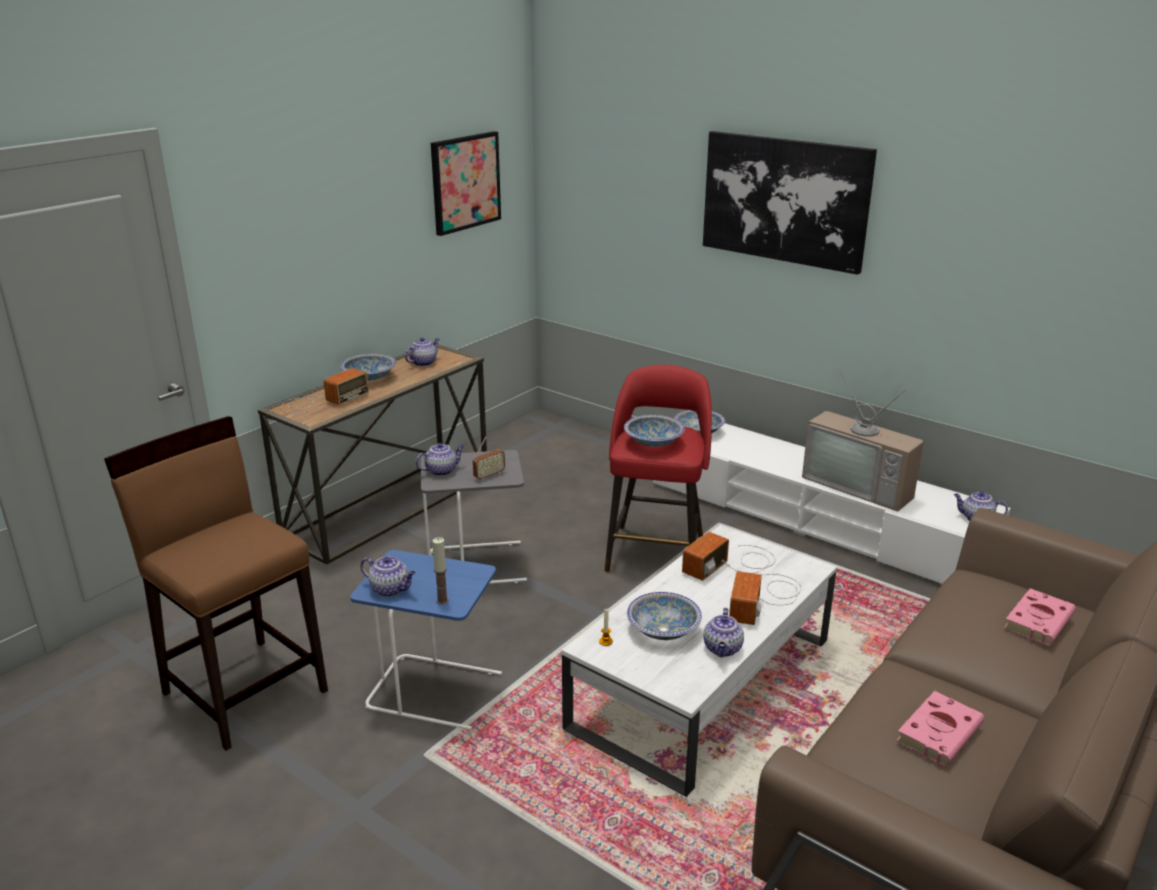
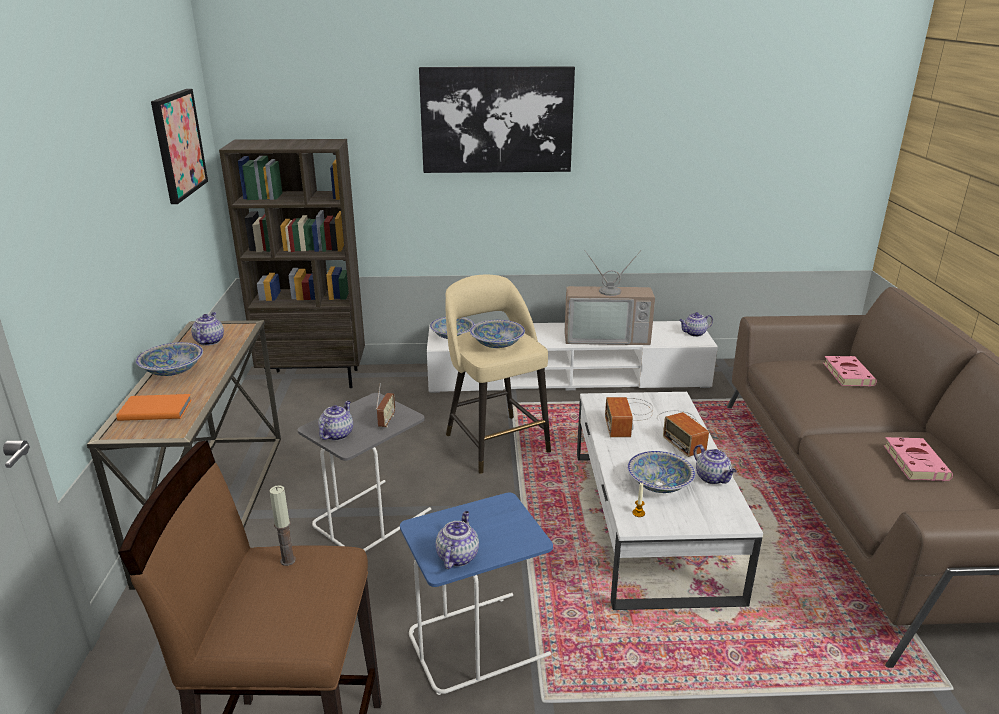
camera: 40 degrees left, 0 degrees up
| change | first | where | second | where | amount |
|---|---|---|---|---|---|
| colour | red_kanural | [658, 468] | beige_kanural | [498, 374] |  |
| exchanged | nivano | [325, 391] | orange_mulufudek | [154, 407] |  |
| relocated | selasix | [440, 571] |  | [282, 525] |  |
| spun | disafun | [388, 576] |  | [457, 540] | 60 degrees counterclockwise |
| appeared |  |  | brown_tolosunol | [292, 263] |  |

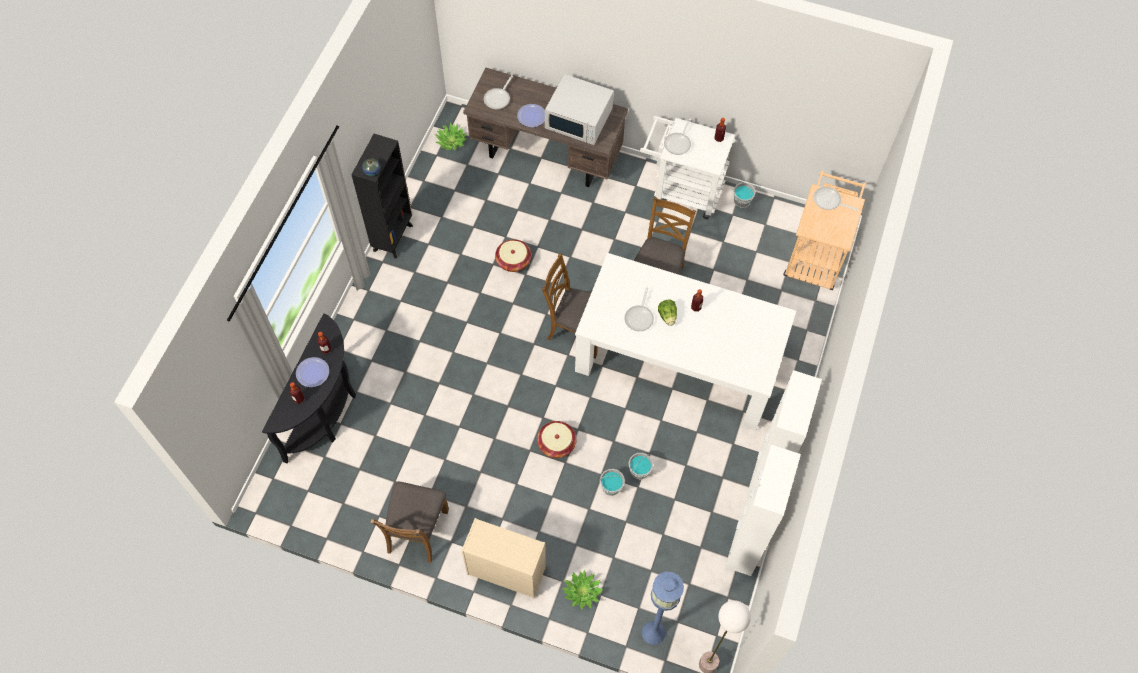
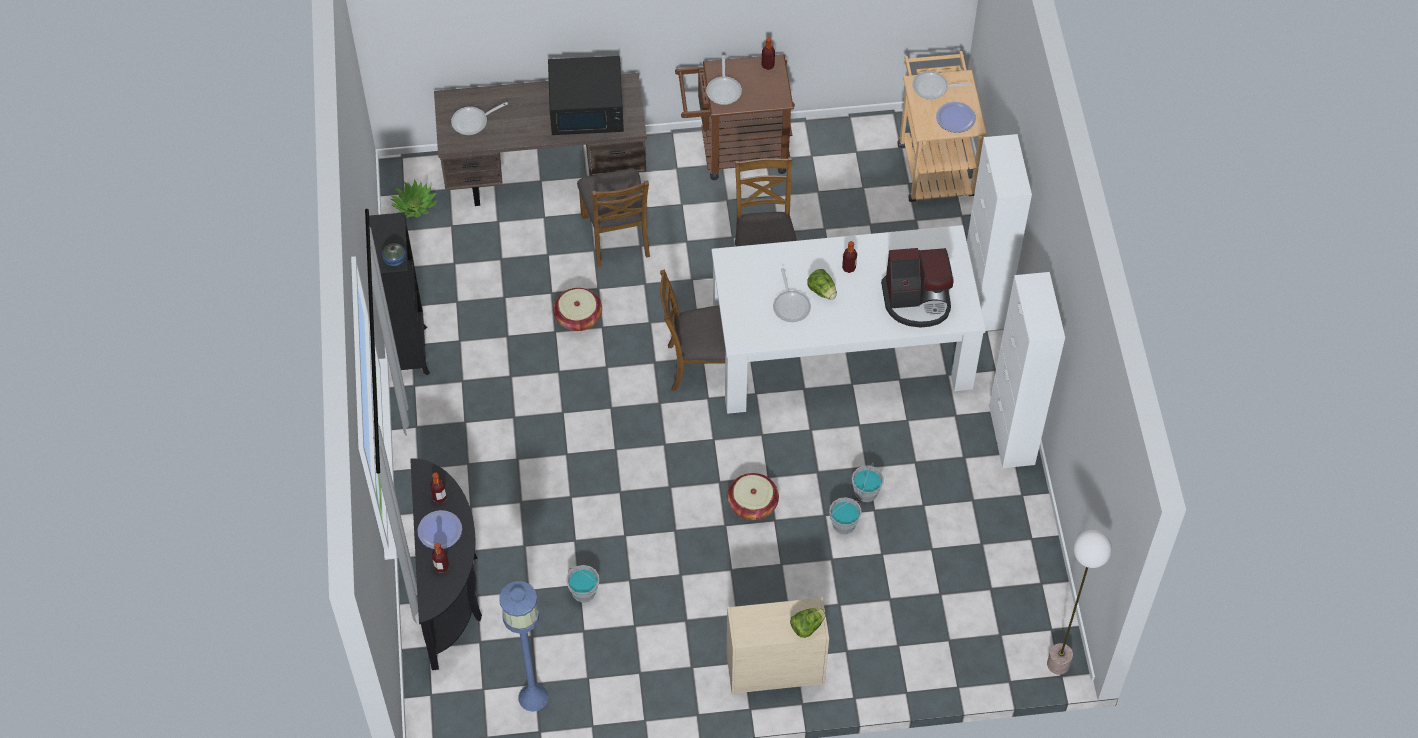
camera: 25 degrees left, 5 degrees down
| change | first | where | second | where | amount |
|---|---|---|---|---|---|
| colour | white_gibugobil | [579, 109] | black_gibugobil | [586, 95] |  |
| spun | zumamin | [498, 92] |  | [479, 118] | 60 degrees clockwise |
| relocated | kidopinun | [531, 115] |  | [956, 117] |  |
| colour | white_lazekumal | [687, 167] | brown_lazekumal | [735, 117] |  |
| relocated | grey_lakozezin | [744, 194] |  | [582, 583] |  |
| relocated | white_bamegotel | [763, 510] |  | [999, 232] |  |
| relocated | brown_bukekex | [409, 522] |  | [613, 218] |  |
| missing | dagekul | [582, 589] |  |  |  |
| relocated | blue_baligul | [663, 608] |  | [524, 646] |  |
| appeared |  |  | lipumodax | [917, 288] |  |
| appeared |  |  | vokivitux | [808, 623] |  |

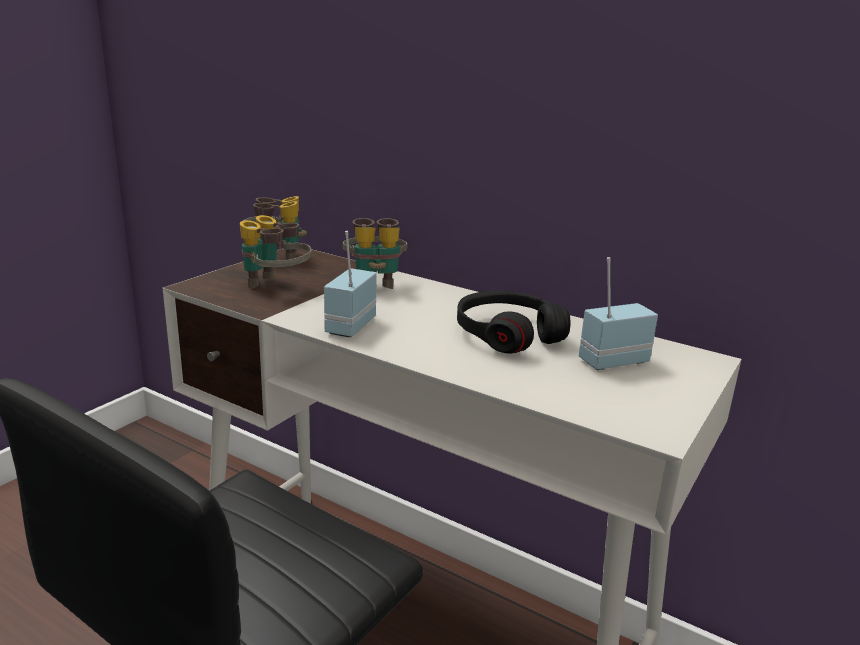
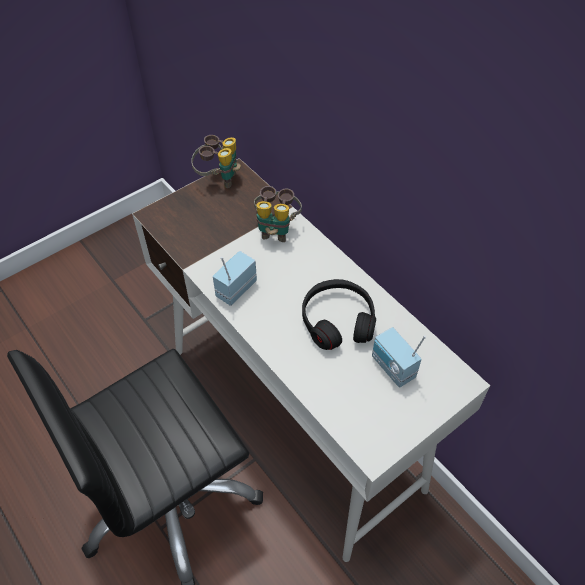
camera: 20 degrees right, 30 degrees up
| change | first | where | second | where | amount |
|---|---|---|---|---|---|
| missing | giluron | [276, 252] |  |  |  |
| spun | nivano | [618, 313] |  | [399, 357] | 120 degrees counterclockwise |

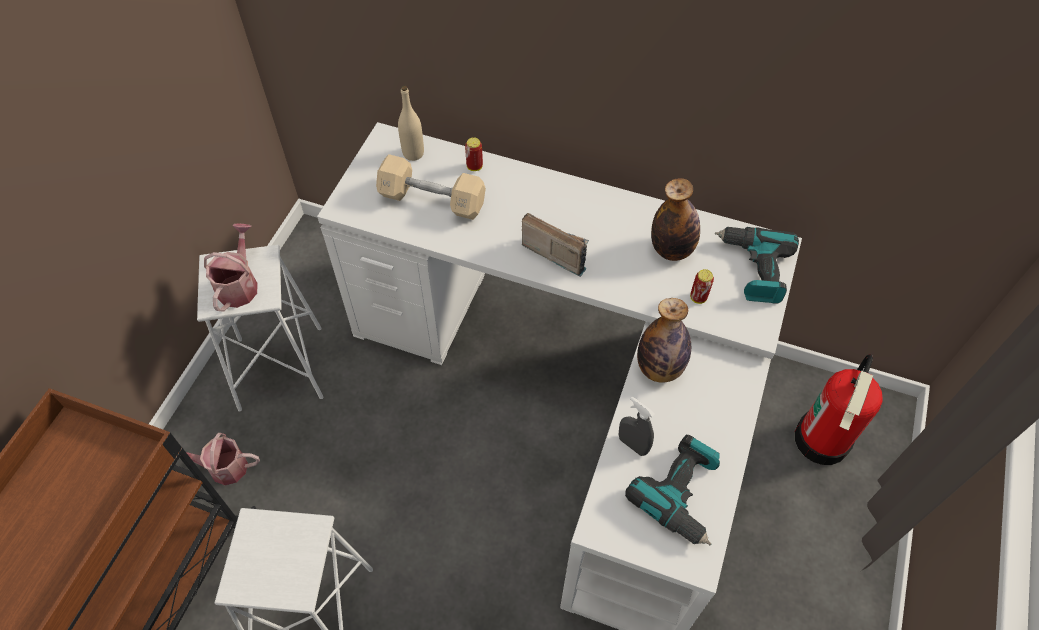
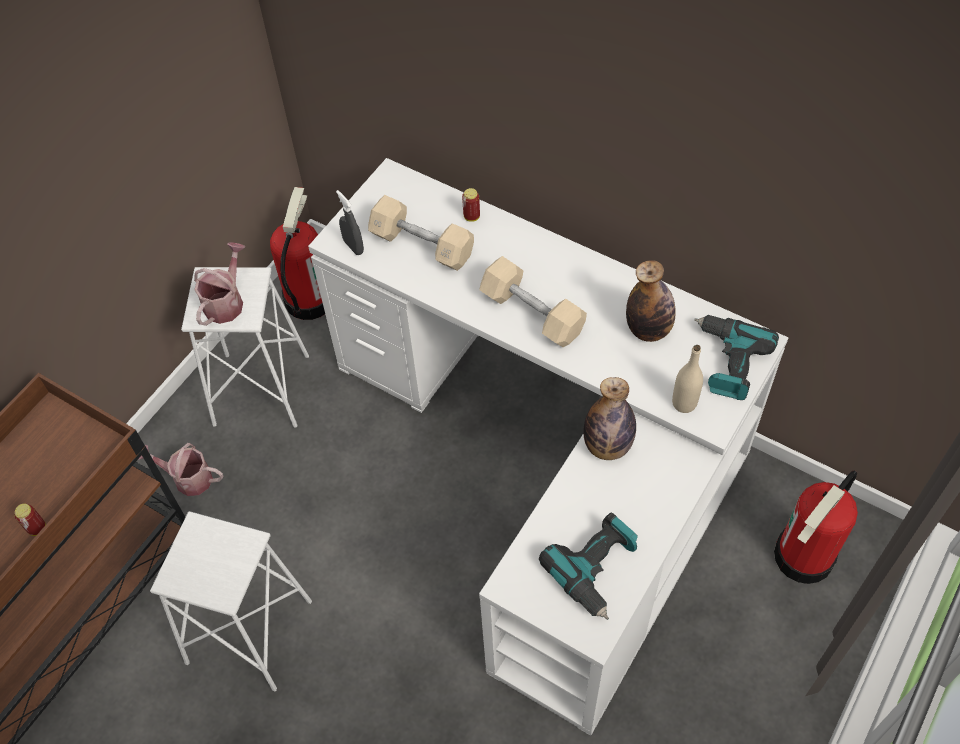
camera: 15 degrees right, 0 degrees up
| change | first | where | second | where | amount |
|---|---|---|---|---|---|
| relocated | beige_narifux | [411, 123] |  | [687, 379] |  |
| exchanged | nivano | [555, 245] | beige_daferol | [533, 301] |  |
| relocated | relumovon | [702, 286] |  | [30, 520] |  |
| relocated | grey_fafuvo | [636, 426] |  | [350, 222] |  |
| appeared |  |  | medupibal | [297, 253] |  |

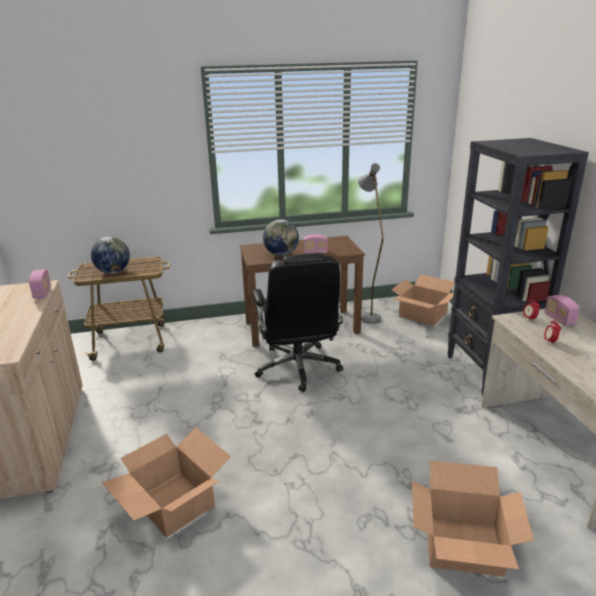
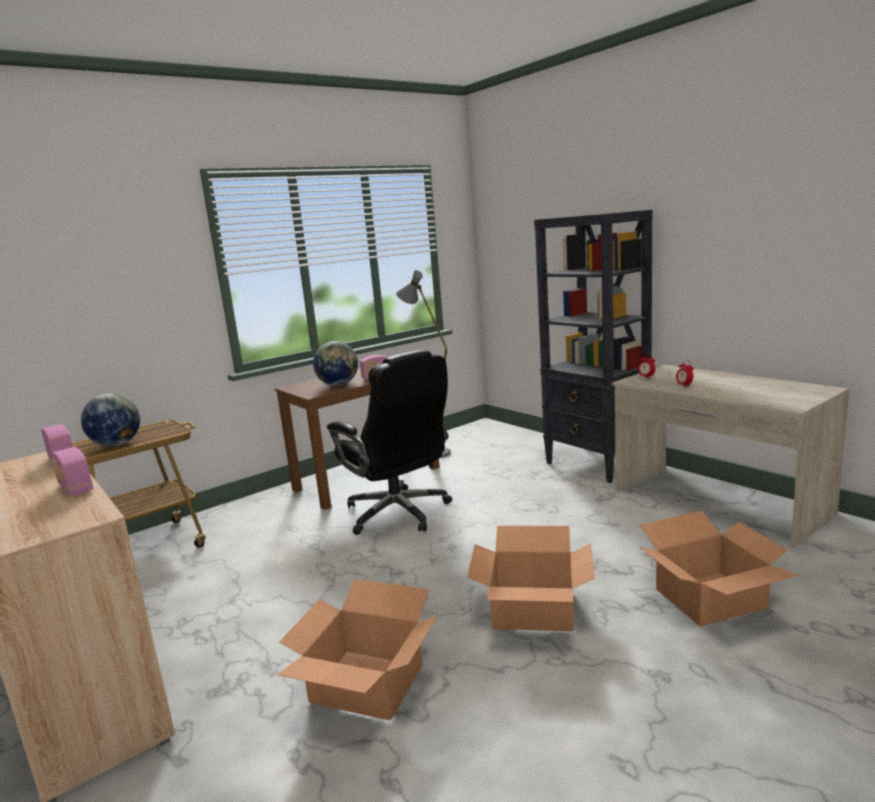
camera: 25 degrees left, 10 degrees down
| change | first | where | second | where | amount |
|---|---|---|---|---|---|
| relocated | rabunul | [423, 300] |  | [531, 579] |  |
| relocated | nivano | [562, 310] |  | [72, 471] |  |

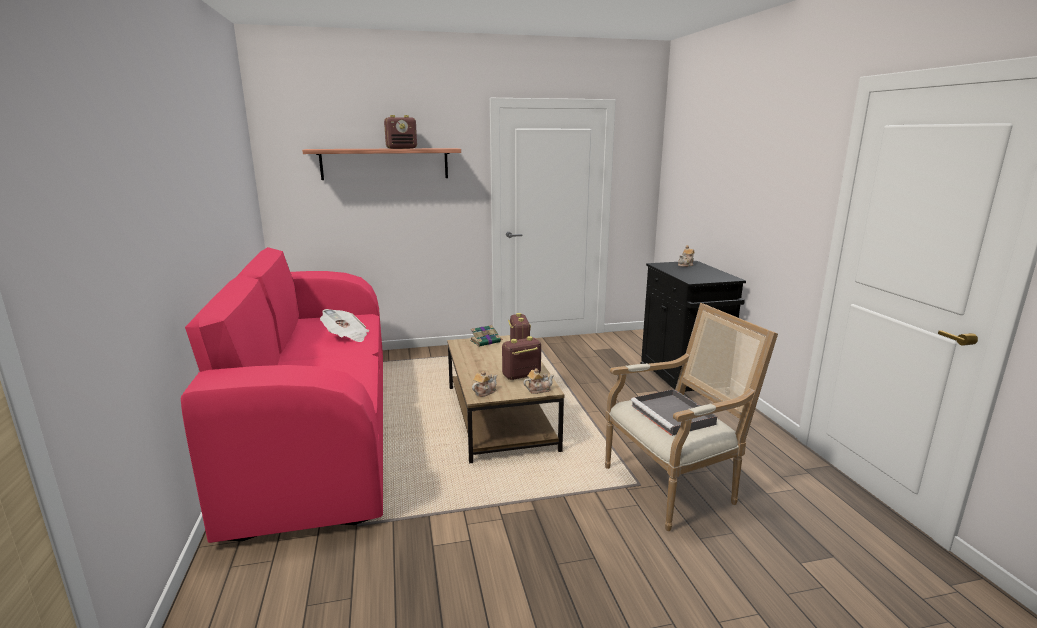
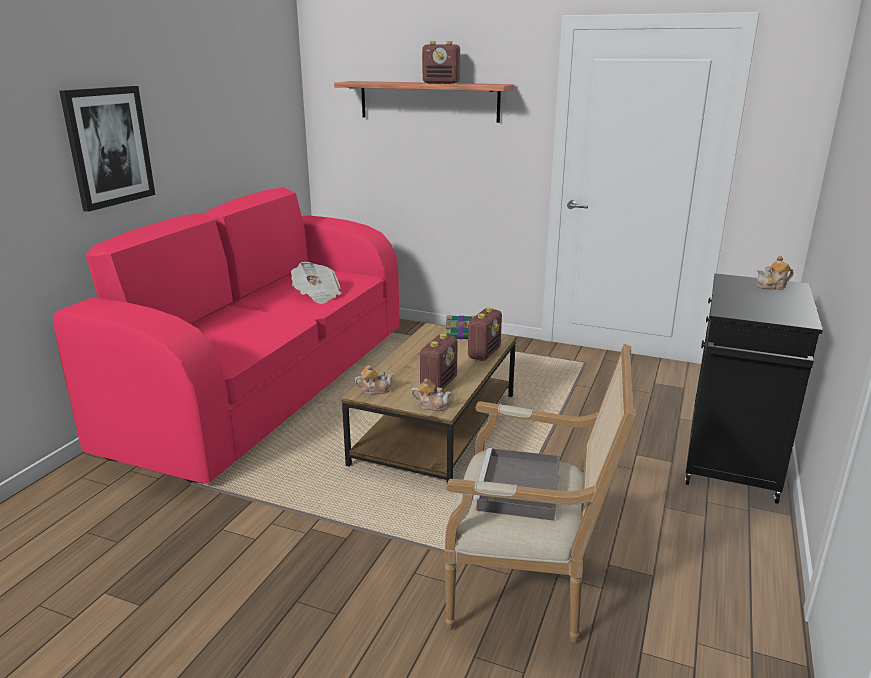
camera: 35 degrees right, 5 degrees up
| change | first | where | second | where | amount |
|---|---|---|---|---|---|
| spun | nivano | [521, 358] |  | [438, 363] | 105 degrees clockwise |
| appeared |  |  | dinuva | [107, 149] |  |

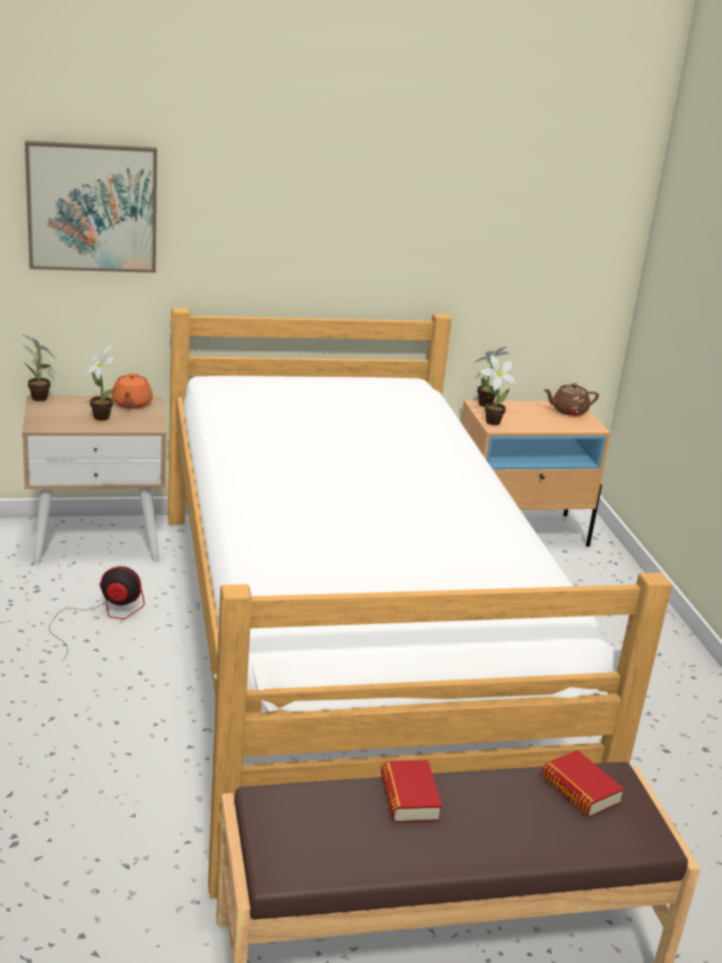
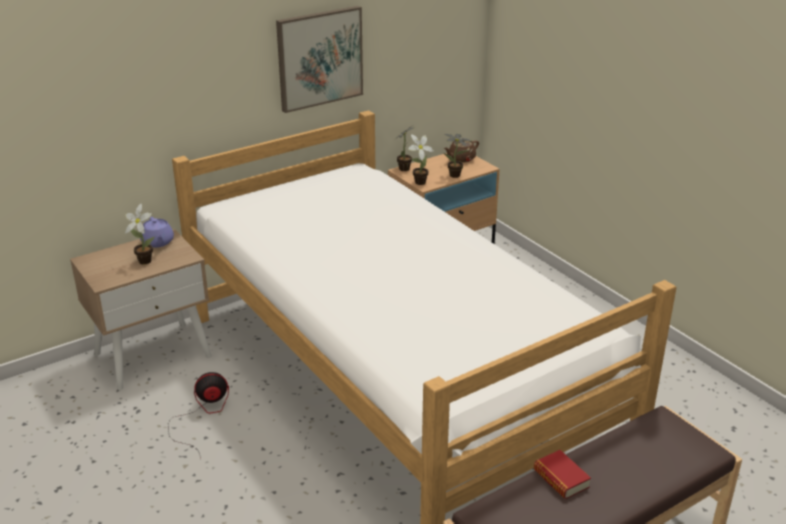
camera: 20 degrees left, 5 degrees up
| change | first | where | second | where | amount |
|---|---|---|---|---|---|
| relocated | dinuva | [91, 206] |  | [319, 59] |  |
| relocated | dagekul | [39, 367] |  | [457, 156] |  |
| colour | orange_disafun | [132, 391] | purple_disafun | [157, 232] |  |
| missing | mulufudek | [583, 783] |  |  |  |

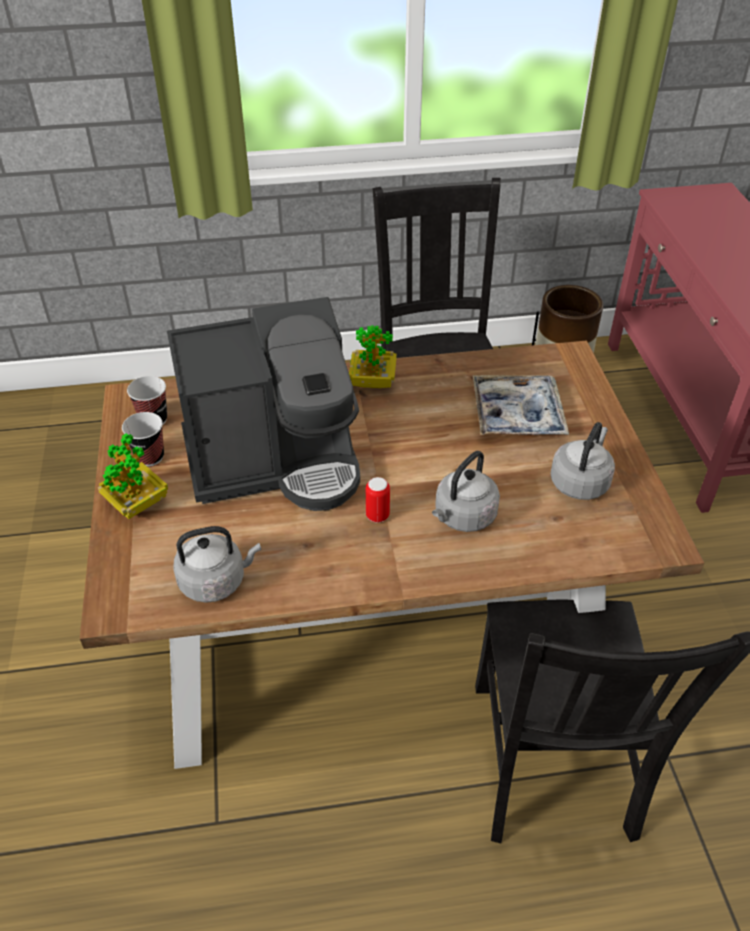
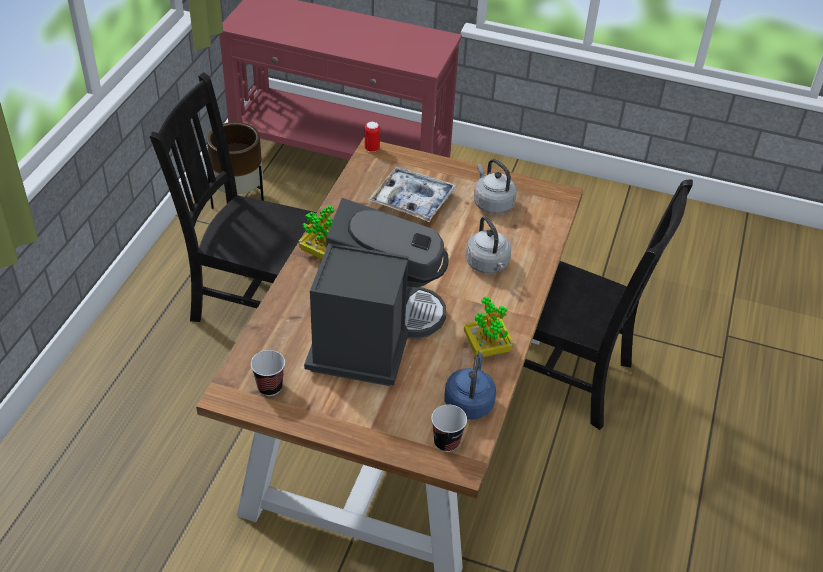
camera: 65 degrees left, 0 degrees up
| change | first | where | second | where | amount |
|---|---|---|---|---|---|
| relocated | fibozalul | [143, 439] |  | [449, 428] |  |
| relocated | dagekul | [133, 476] |  | [489, 326] |  |
| relocated | relumovon | [378, 500] |  | [372, 137] |  |
| colour | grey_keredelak | [217, 564] | blue_keredelak | [470, 386] |  |

